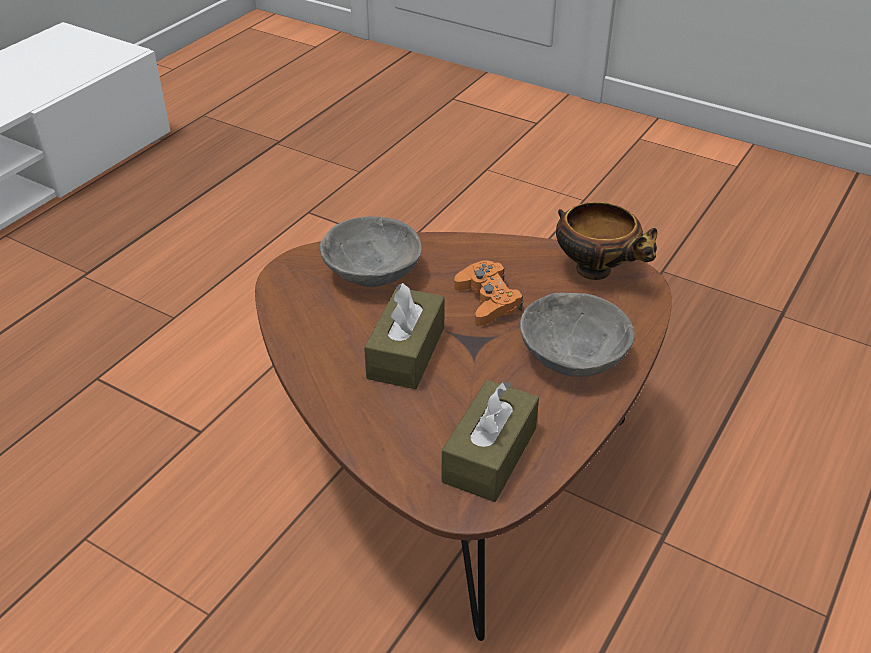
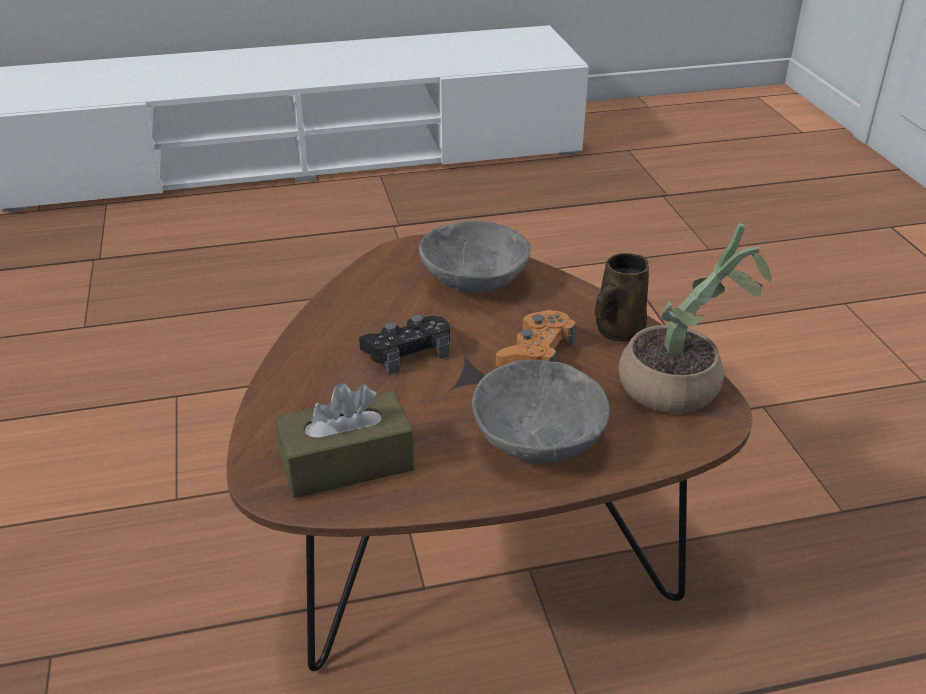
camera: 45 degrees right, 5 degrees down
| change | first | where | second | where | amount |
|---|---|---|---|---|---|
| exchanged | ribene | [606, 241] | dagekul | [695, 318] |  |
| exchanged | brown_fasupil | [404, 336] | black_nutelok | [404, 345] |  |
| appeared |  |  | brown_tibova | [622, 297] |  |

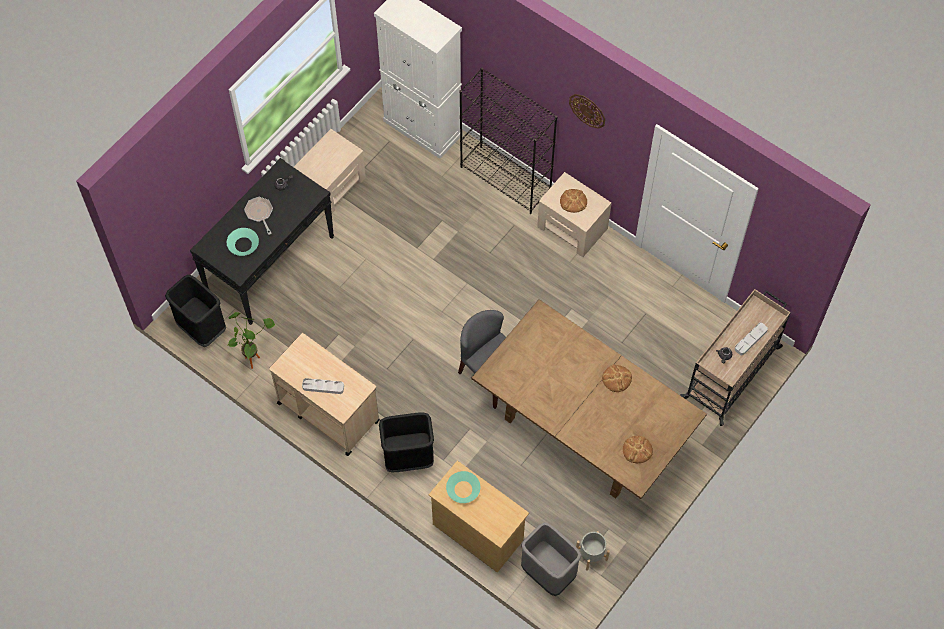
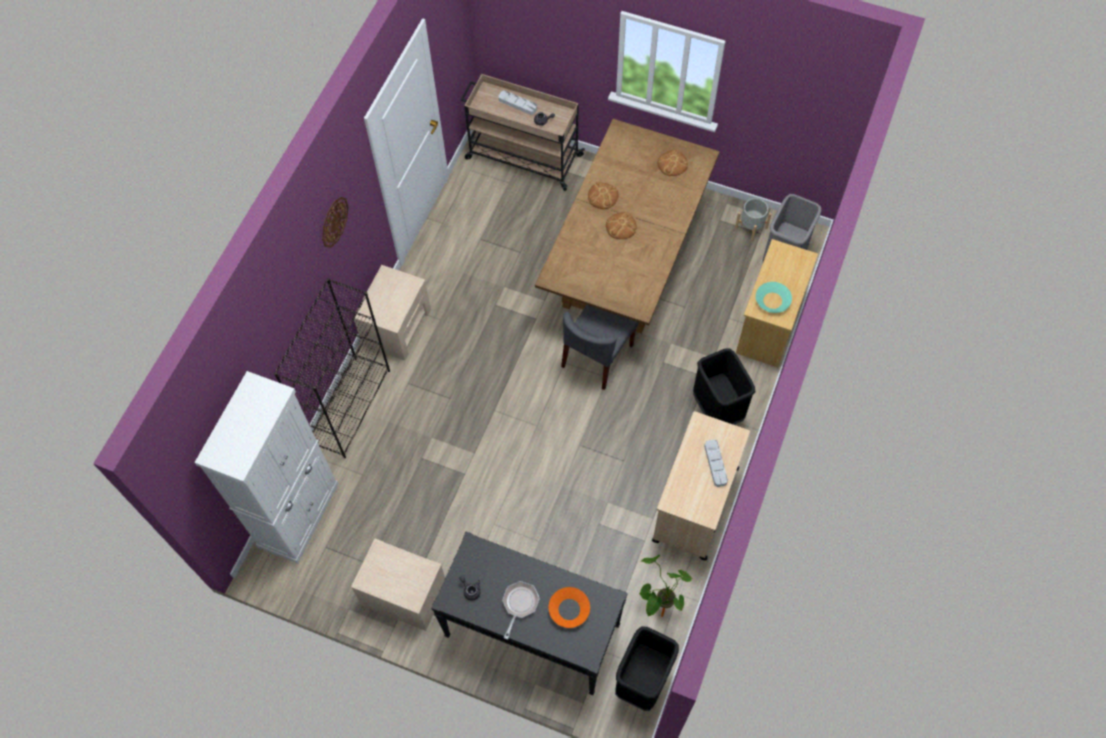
camera: 105 degrees left, 0 degrees up
| change | first | where | second | where | amount |
|---|---|---|---|---|---|
| relocated | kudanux | [573, 201] |  | [621, 225] |  |
| spun | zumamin | [258, 216] |  | [521, 610] | 150 degrees clockwise |
| colour | turquoise_ribene | [243, 242] | orange_ribene | [569, 607] |  |

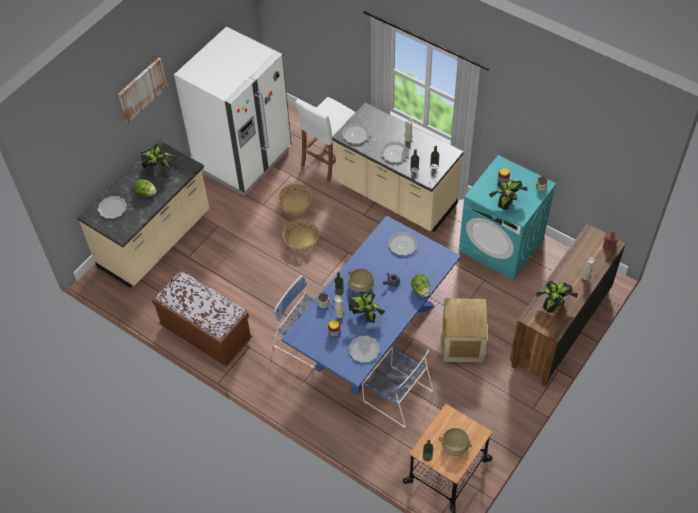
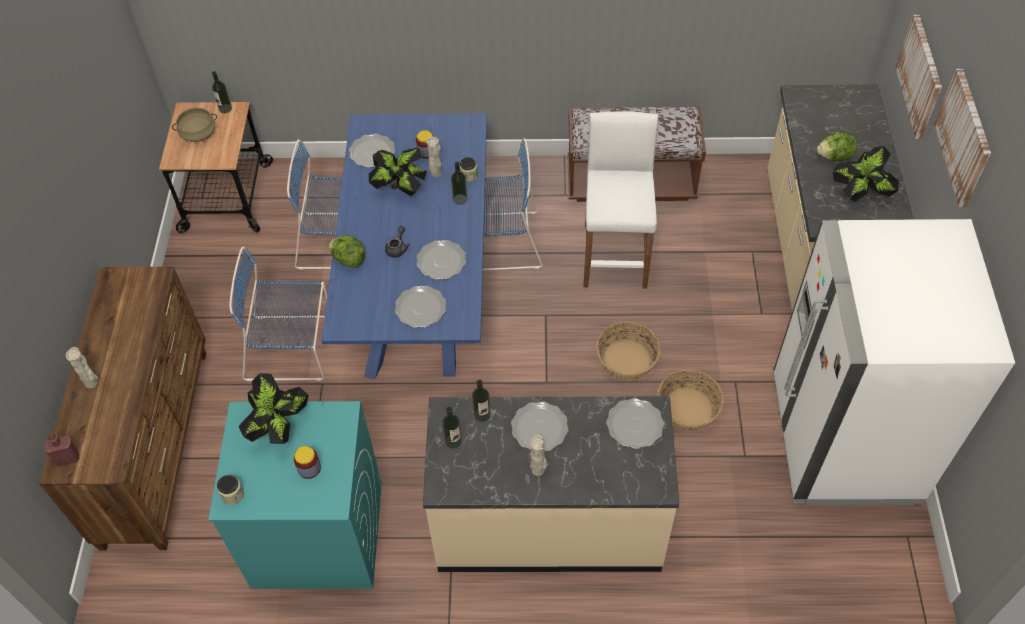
camera: 145 degrees right, 0 degrees up
| change | first | where | second | where | amount |
|---|---|---|---|---|---|
| relocated | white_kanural | [325, 139] |  | [621, 200] |  |
| relocated | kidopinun | [112, 207] |  | [441, 260] |  |
| missing | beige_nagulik | [361, 280] |  |  |  |
| missing | dagekul | [557, 297] |  |  |  |
| exchanged | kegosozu | [465, 330] | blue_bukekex | [278, 314] |  |
| appeared |  |  | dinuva | [918, 77] |  |

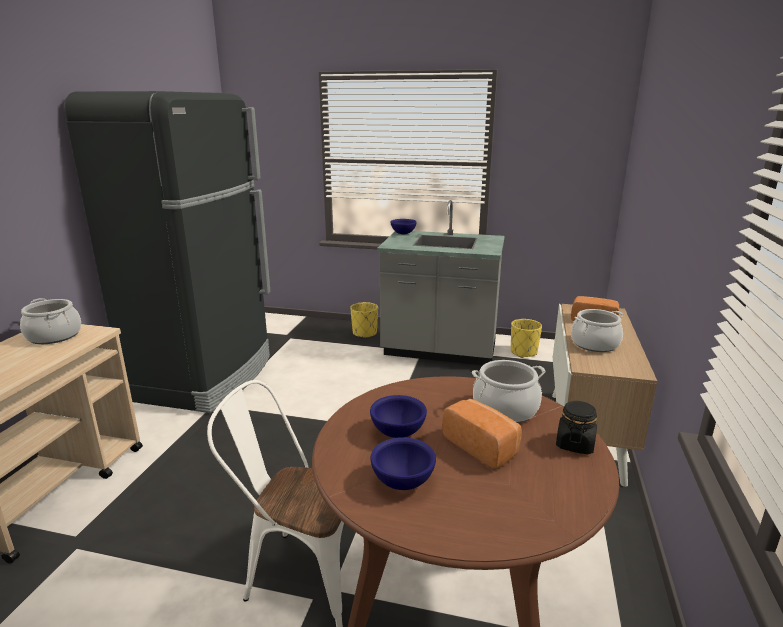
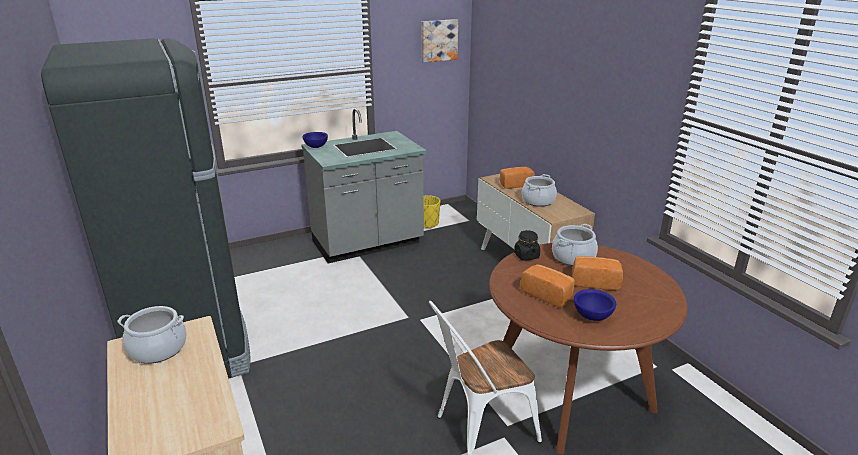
camera: 40 degrees left, 5 degrees up
| change | first | where | second | where | amount |
|---|---|---|---|---|---|
| missing | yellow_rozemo | [364, 320] |  |  |  |
| exchanged | blue_ribene | [398, 416] | kudanux | [548, 286] |  |
| relocated | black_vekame | [576, 427] |  | [527, 245] |  |
| appeared |  |  | dinuva | [440, 41] |  |

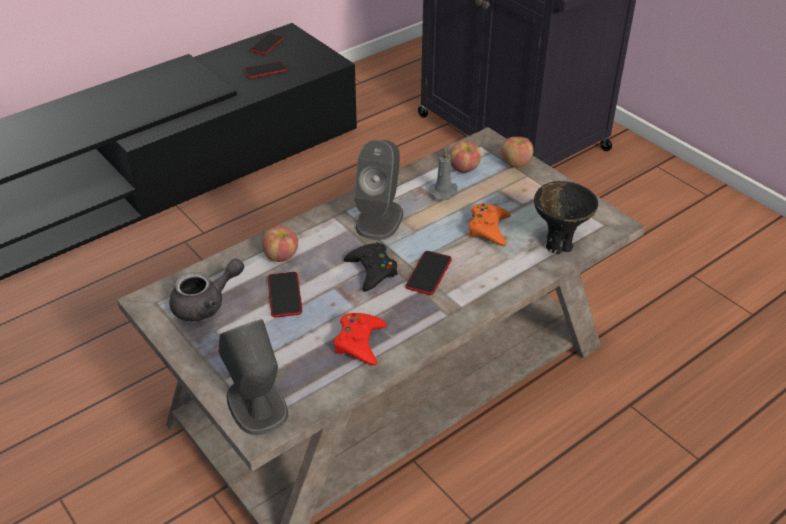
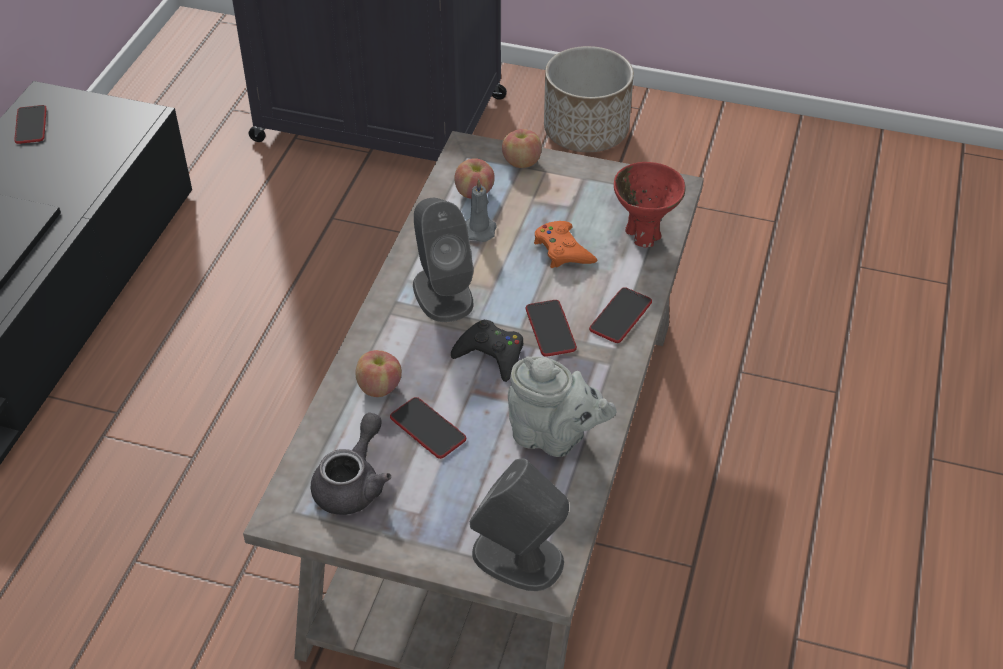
camera: 35 degrees left, 5 degrees up
| change | first | where | second | where | amount |
|---|---|---|---|---|---|
| relocated | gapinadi | [265, 69] |  | [620, 315] |  |
| colour | black_ribene | [566, 217] | red_ribene | [650, 205] |  |
| exchanged | red_nutelok | [360, 339] | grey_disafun | [562, 406] |  |
| appeared |  |  | rozemo | [589, 99] |  |

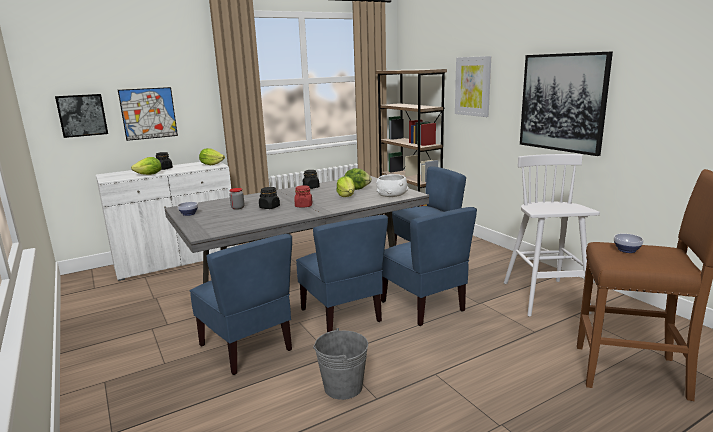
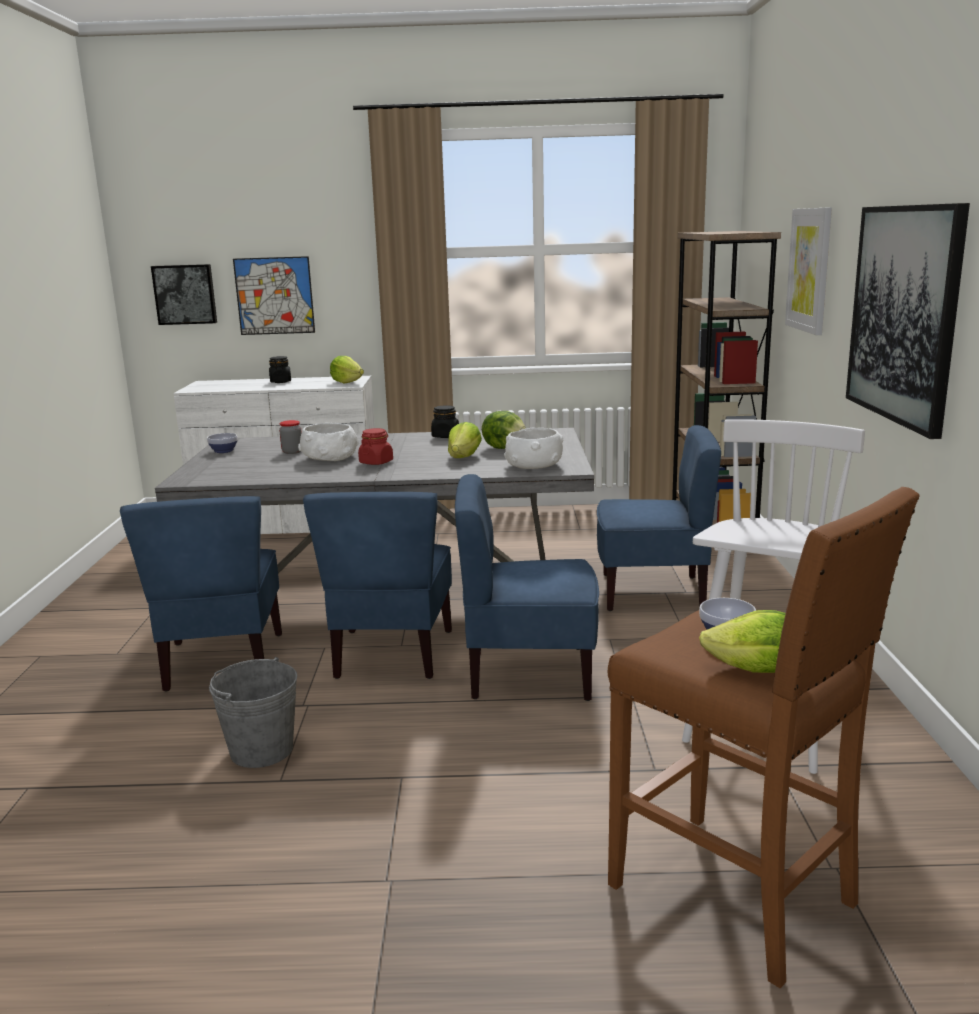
camera: 30 degrees right, 0 degrees up
| change | first | where | second | where | amount |
|---|---|---|---|---|---|
| relocated | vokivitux | [146, 166] |  | [742, 641] |  |
| exchanged | black_vekame | [269, 198] | white_ribene | [328, 442] |  |
| spun | blue_bukekex | [429, 266] |  | [527, 587] | 90 degrees clockwise |

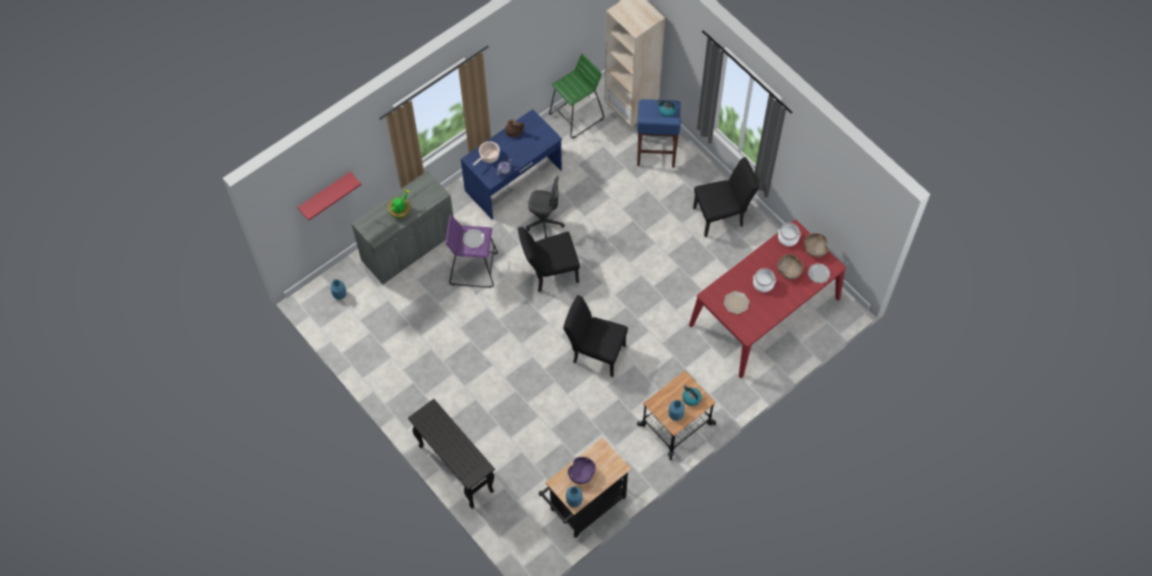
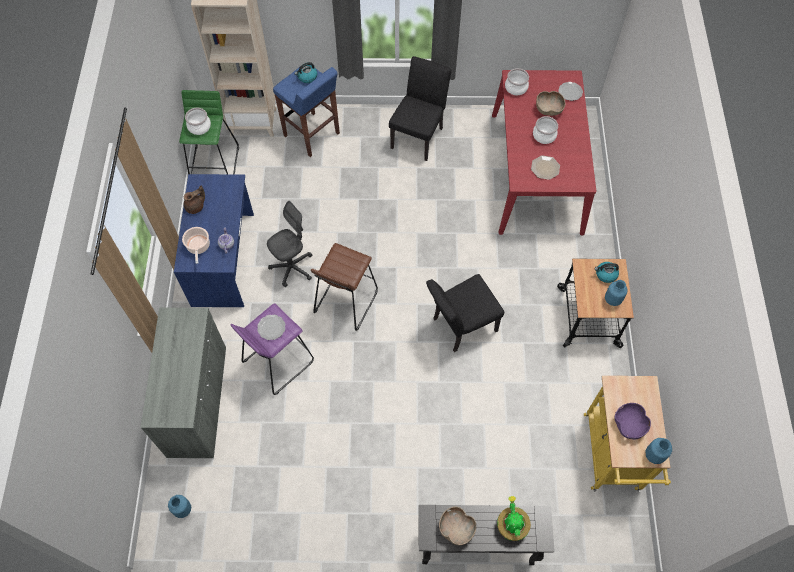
camera: 50 degrees left, 0 degrees up
| change | first | where | second | where | amount |
|---|---|---|---|---|---|
| missing | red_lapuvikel | [329, 196] |  |  |  |
| relocated | dagekul | [399, 204] |  | [514, 518] |  |
| exchanged | black_bukekex | [549, 259] | brown_kanural | [344, 287] |  |
| relocated | brown_ribene | [816, 245] |  | [457, 525] |  |
| colour | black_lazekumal | [585, 487] | yellow_lazekumal | [627, 434] |  |
| appeared |  |  | nagulik | [198, 121] |  |

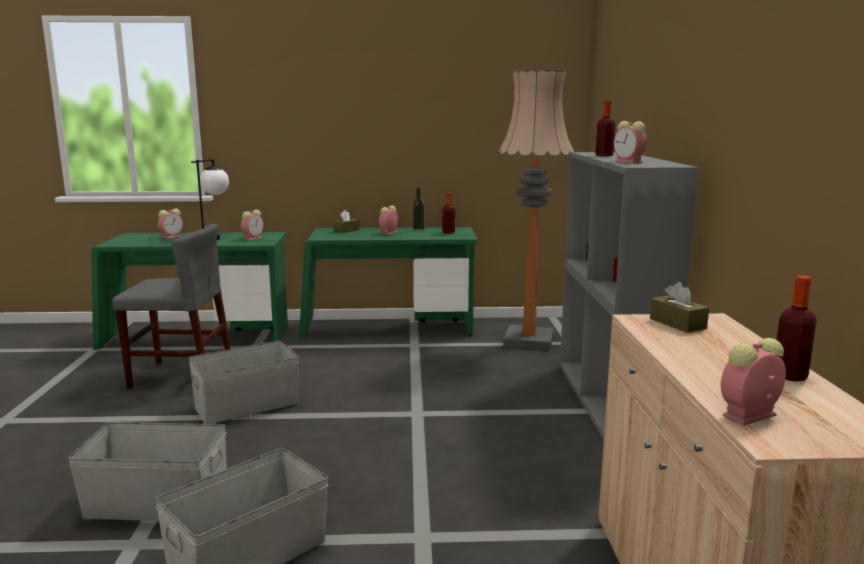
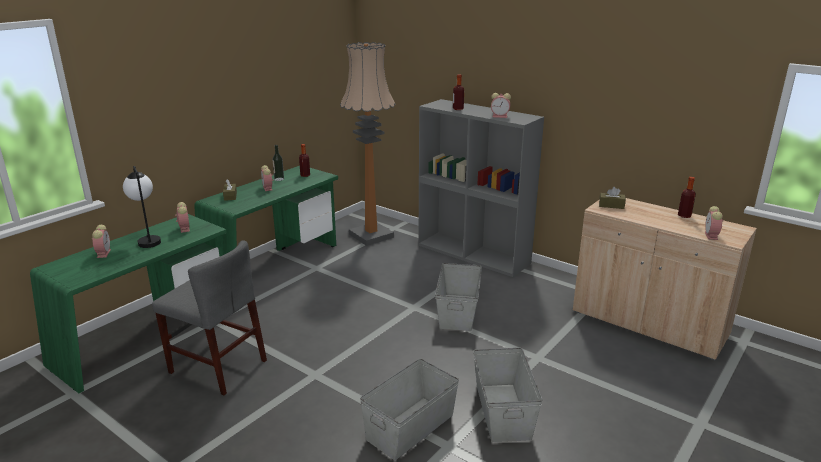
camera: 50 degrees left, 10 degrees up
| change | first | where | second | where | amount |
|---|---|---|---|---|---|
| spun | grey_bukekex | [171, 306] |  | [209, 317] | 75 degrees clockwise |
| relocated | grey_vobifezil | [244, 382] |  | [458, 297] |  |

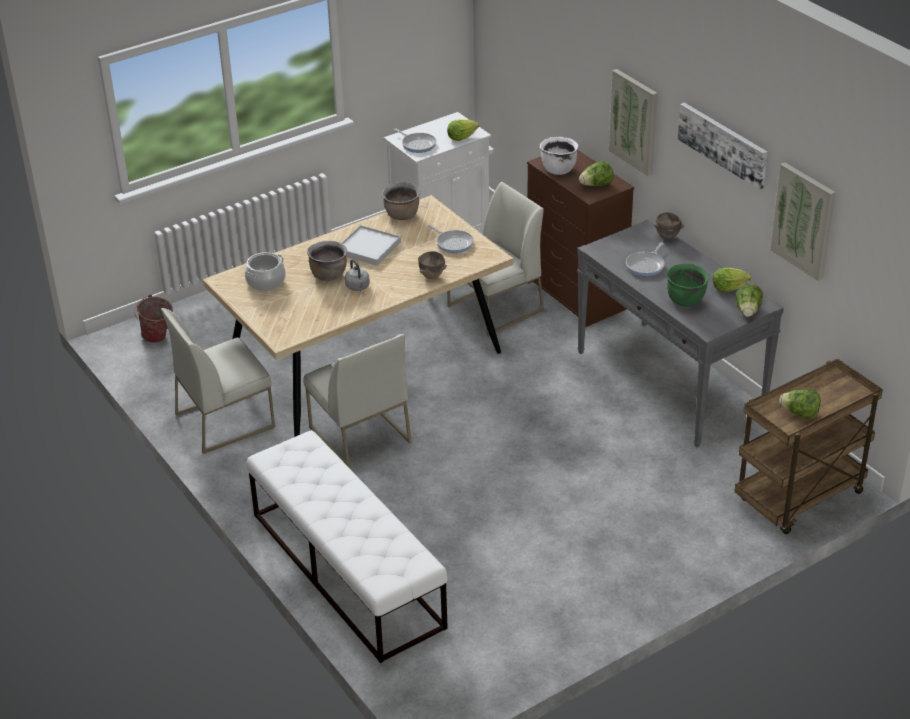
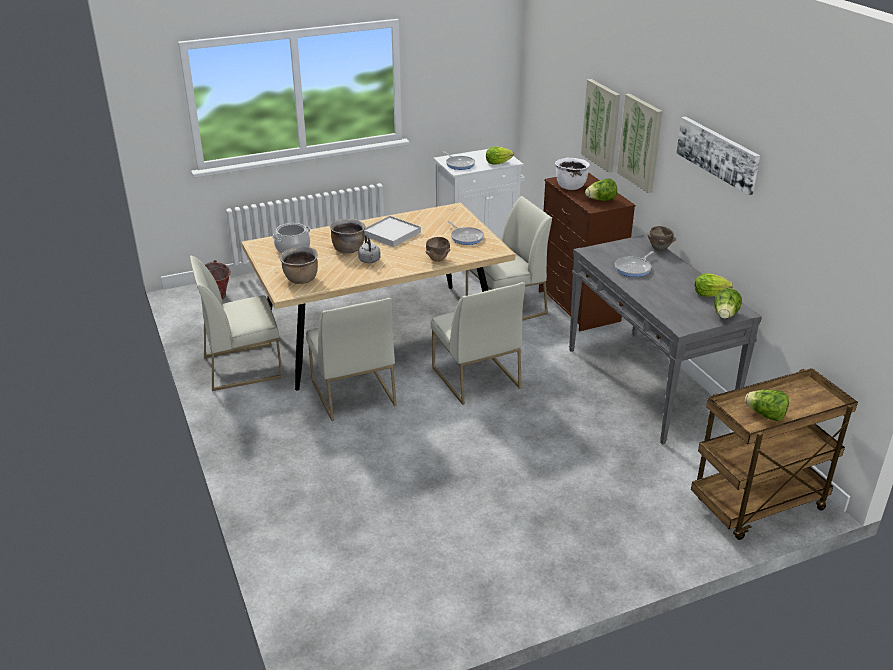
camera: 10 degrees right, 5 degrees down
| change | first | where | second | where | amount |
|---|---|---|---|---|---|
| relocated | dinuva | [803, 222] |  | [600, 126] |  |
| relocated | brown_nagulik | [401, 201] |  | [299, 265] |  |
| missing | green_nagulik | [688, 285] |  |  |  |
| missing | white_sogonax | [347, 546] |  |  |  |
| appeared |  |  | white_bukekex | [478, 343] |  |

